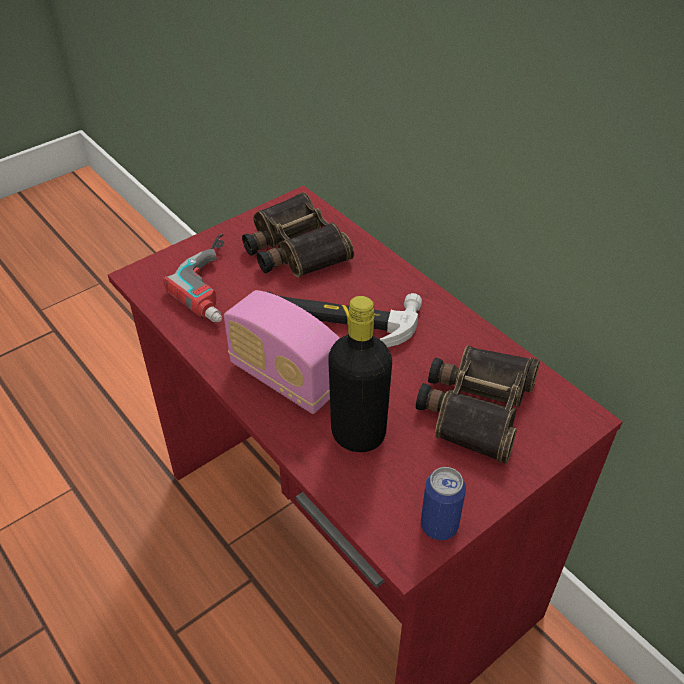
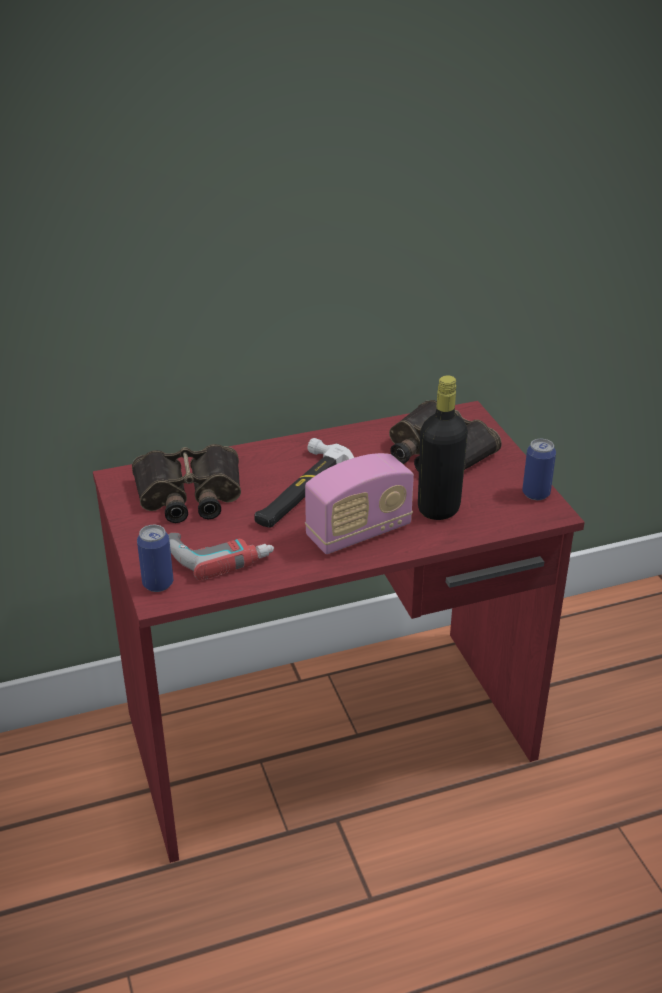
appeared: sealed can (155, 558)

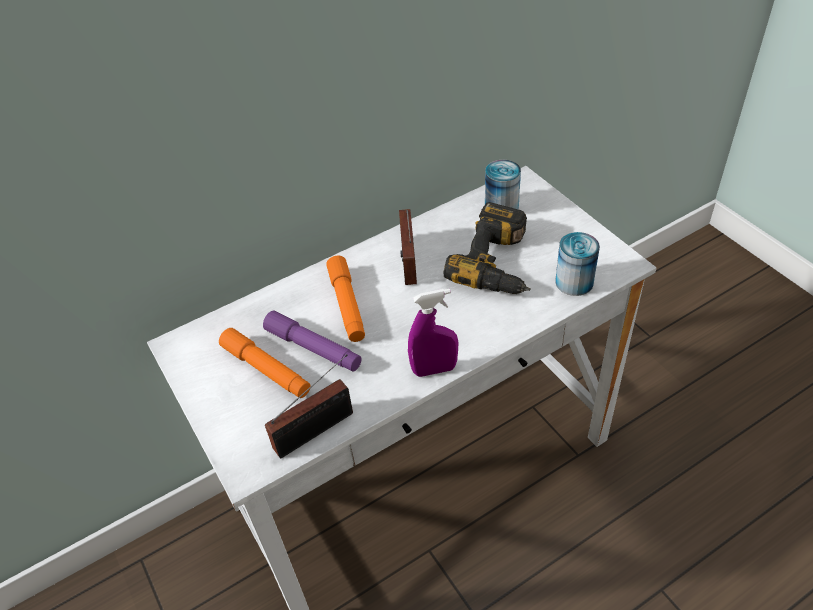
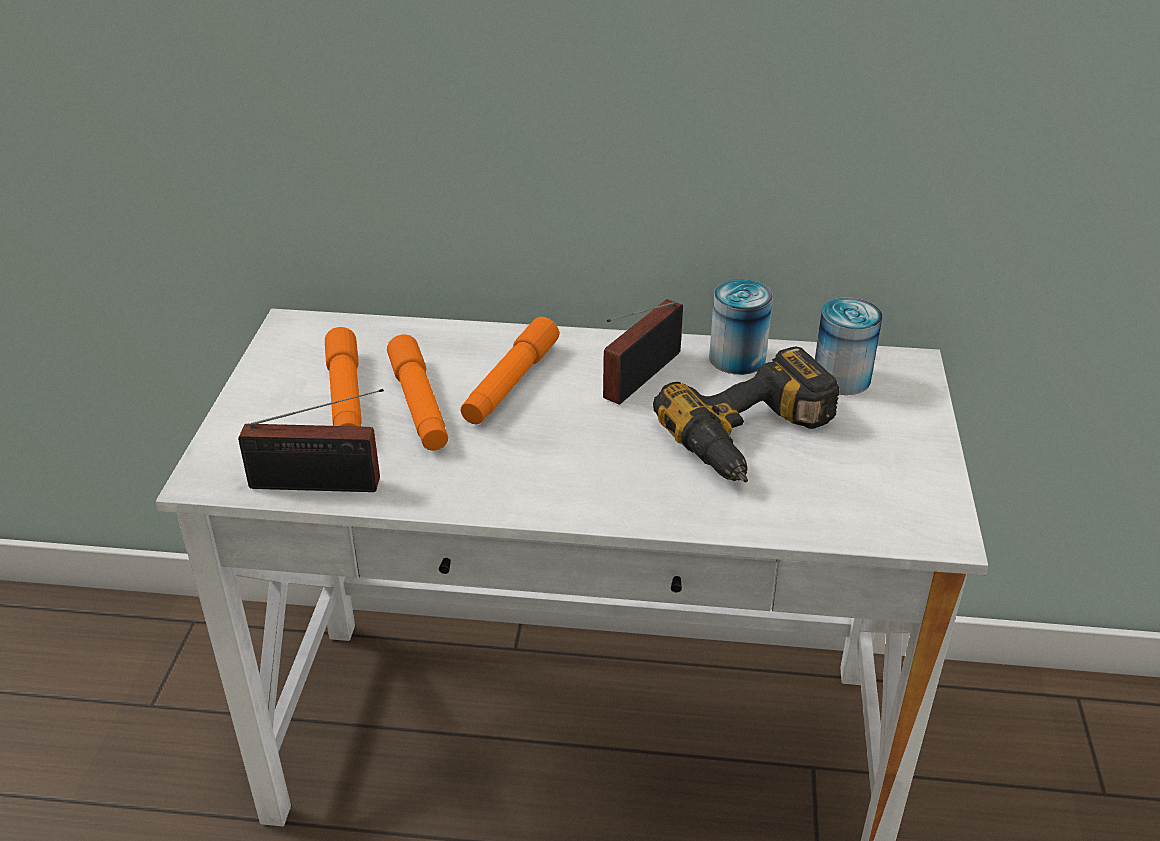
missing: purple spray bottle (433, 333)
relocated: sealed can (577, 264) to (741, 327)
colour: purple hand torch (312, 341) to orange-coloured hand torch (417, 393)

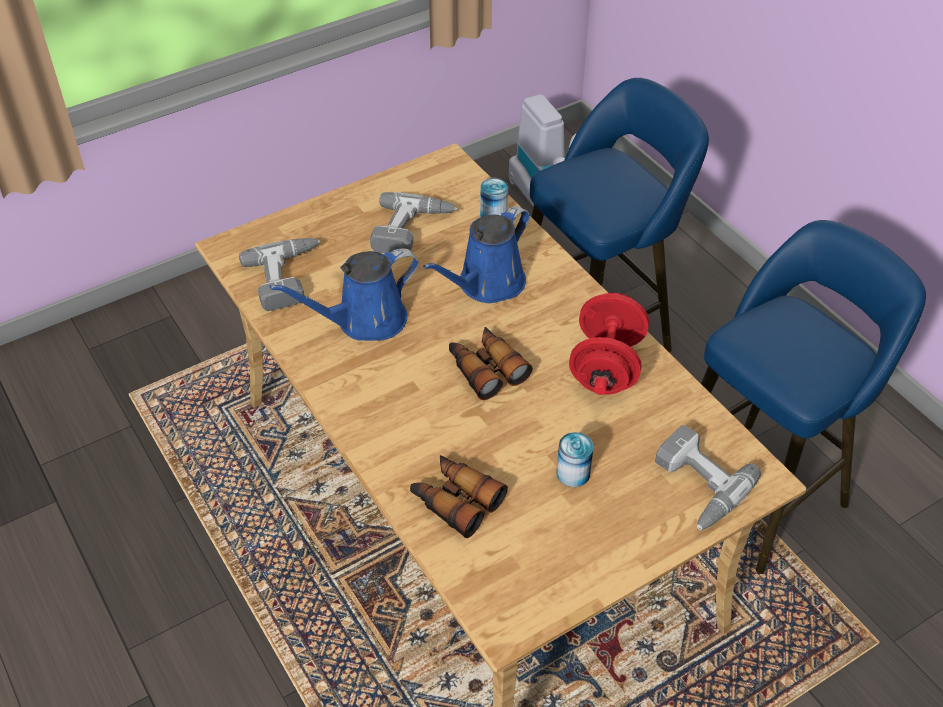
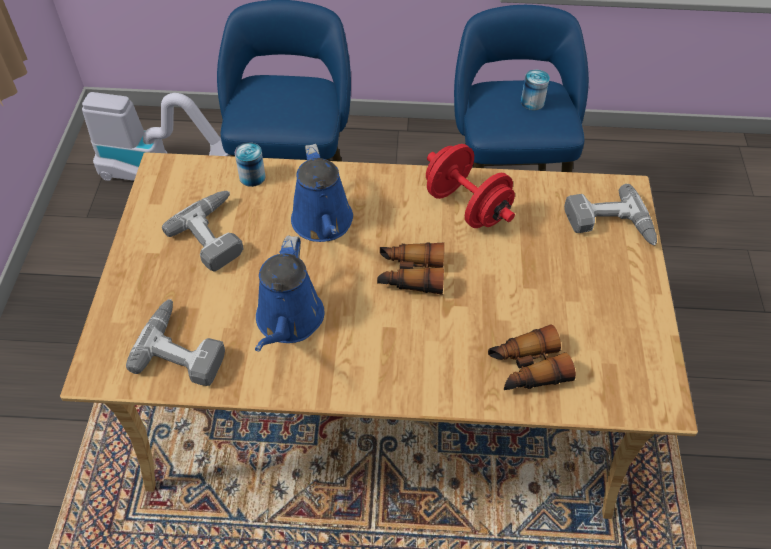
relocated: sealed can (575, 459) to (535, 90)

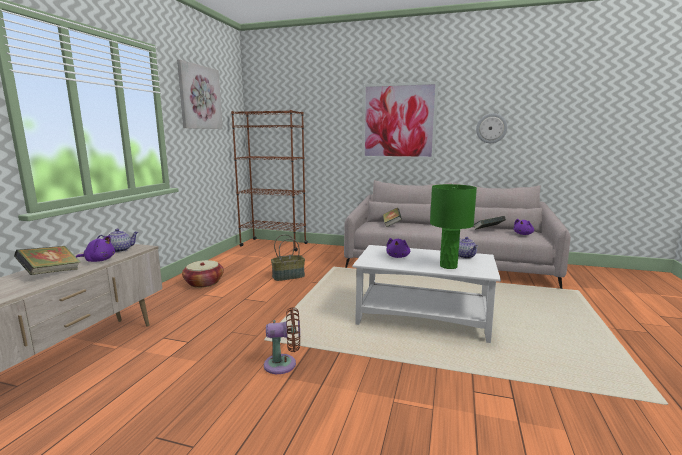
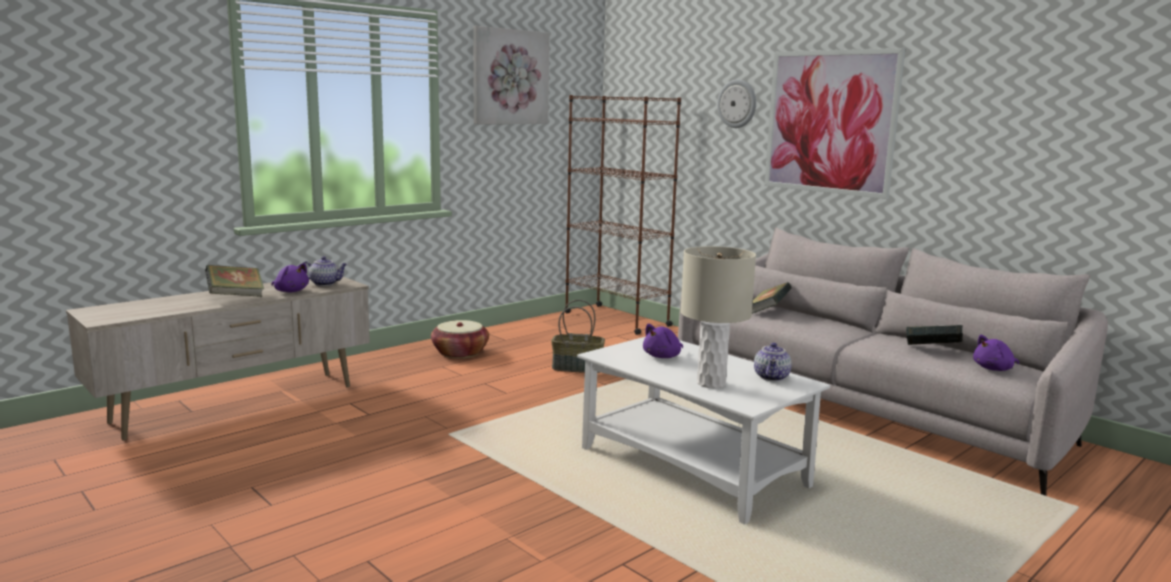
missing: brownish electric fan (282, 340)
relocated: clock on the wall (491, 128) to (736, 103)
colour: greenish lamp for a table (453, 226) to sand-coloured lamp for a table (718, 317)

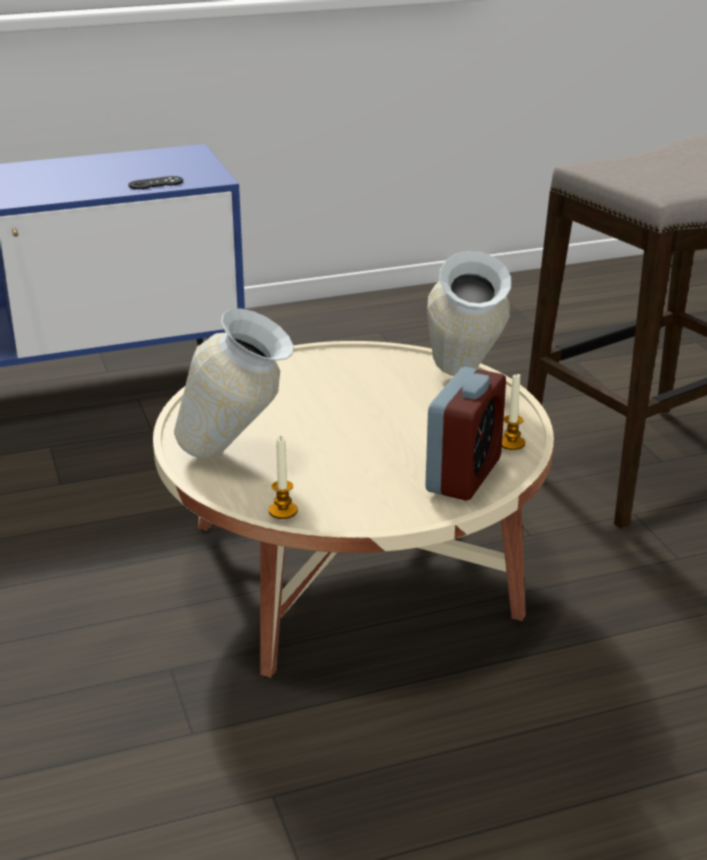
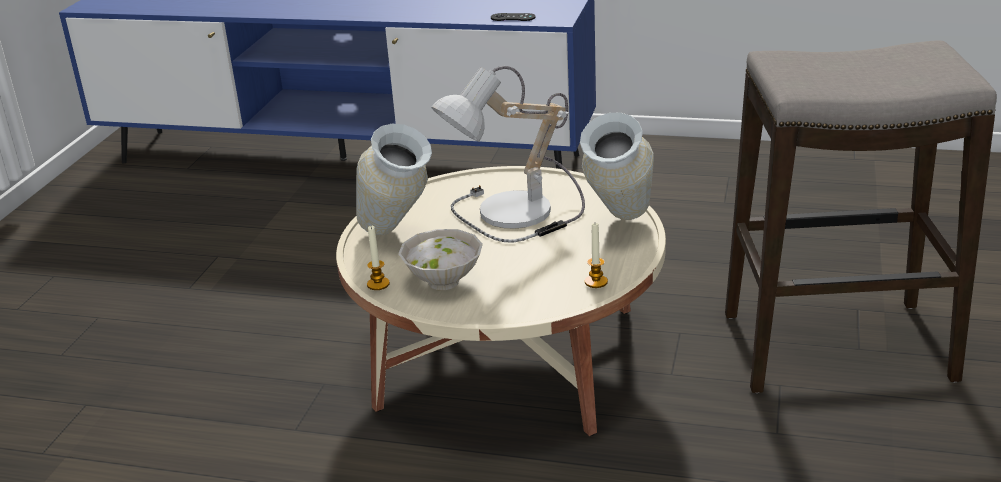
missing: bedside clock (466, 434)
appeared: lamp for a table (508, 154); white serving bowl (440, 259)

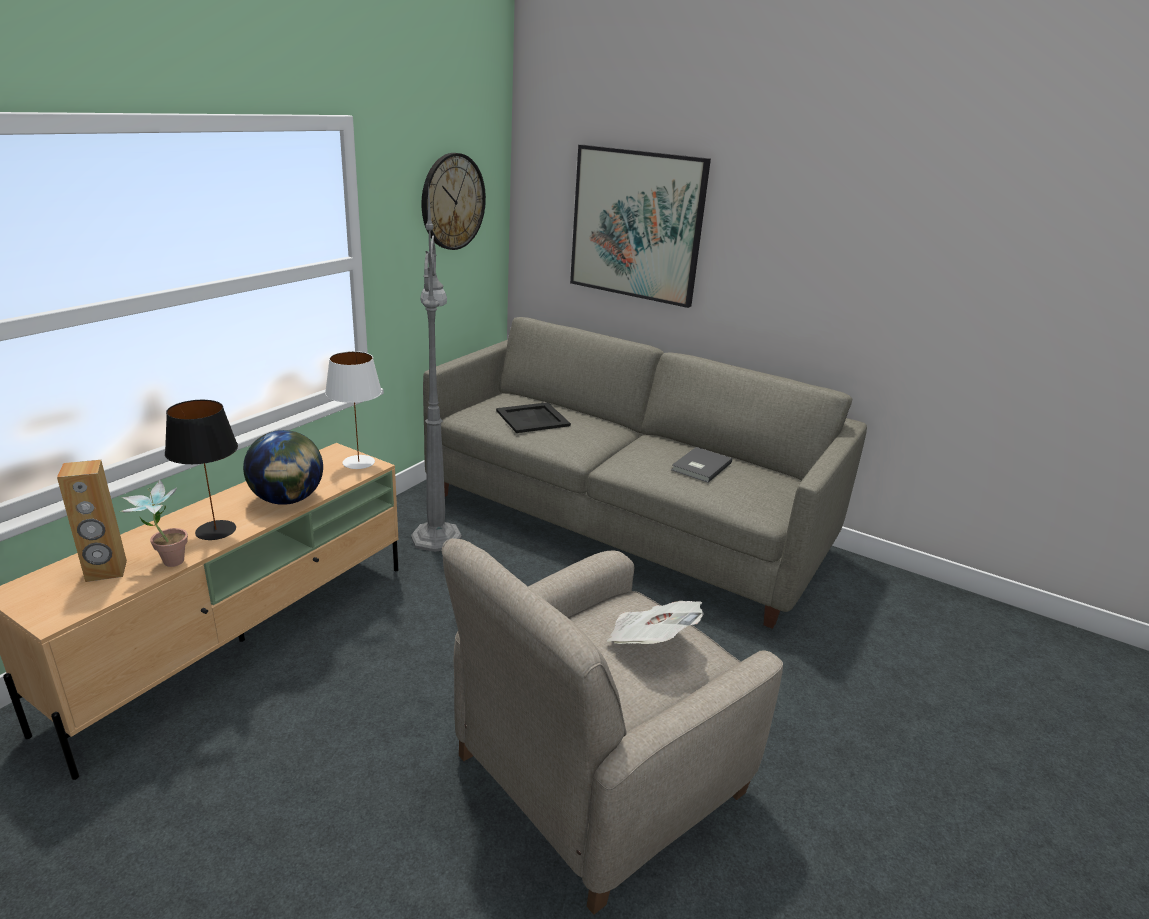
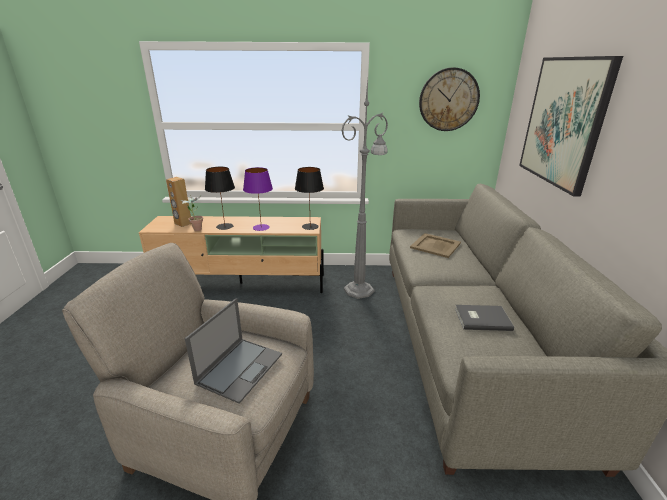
exchanged: desk globe (283, 467) to purple lamp for a table (258, 199); daily paper (654, 622) to laptop (233, 351)
colour: white lamp for a table (353, 410) to black-coloured lamp for a table (309, 198); black-coloured tray (533, 417) to sand-coloured tray (435, 245)

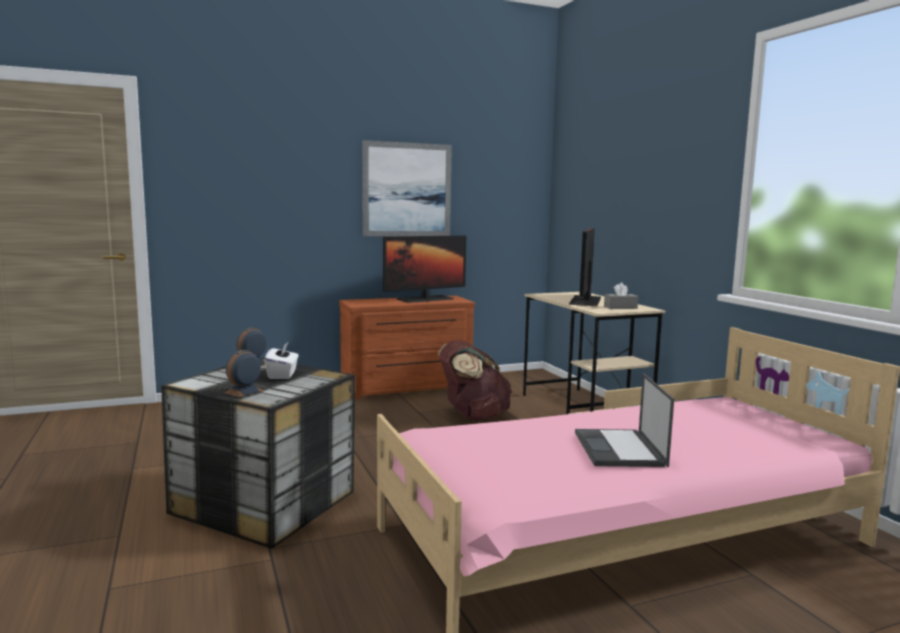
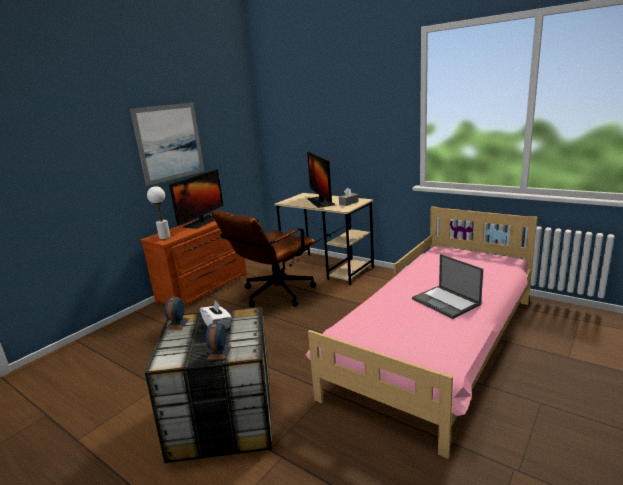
appeared: white lamp for a table (159, 212)
exchanged: brownish backpack (475, 380) to brownish desk chair (263, 258)

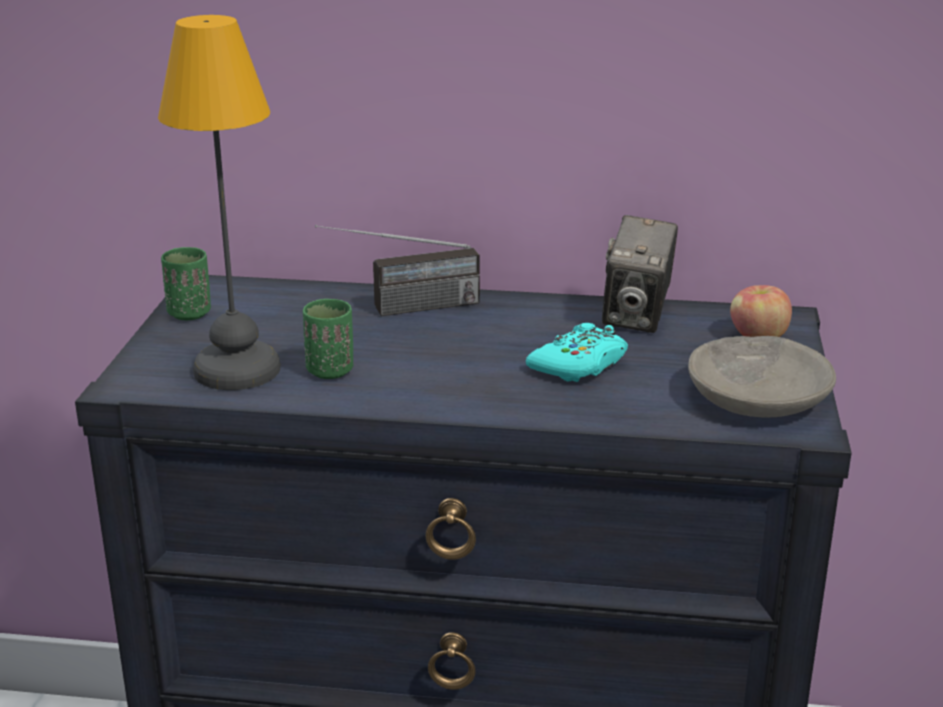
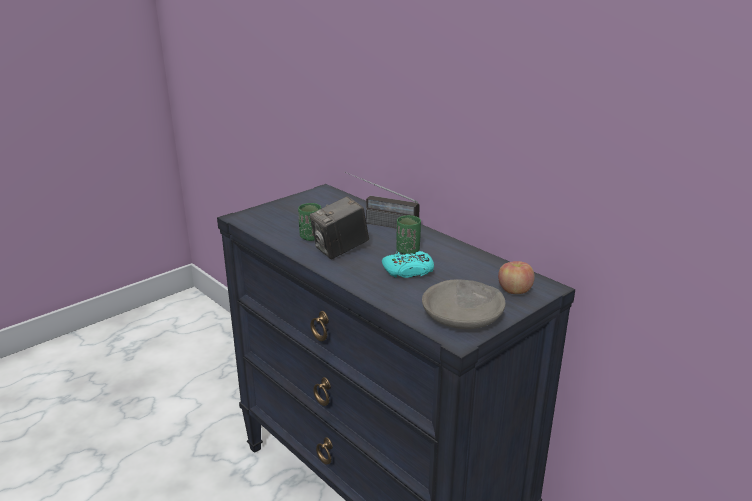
missing: lamp for a table (219, 202)
relocated: photo camera (640, 274) to (339, 227); greenish small cup (186, 283) to (408, 234)

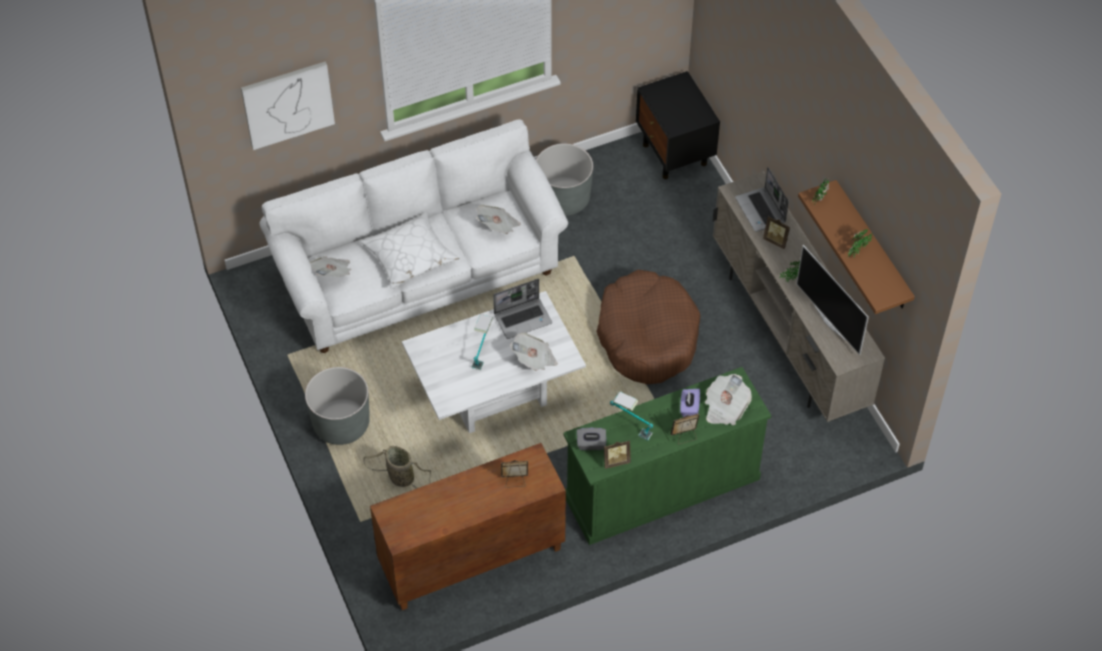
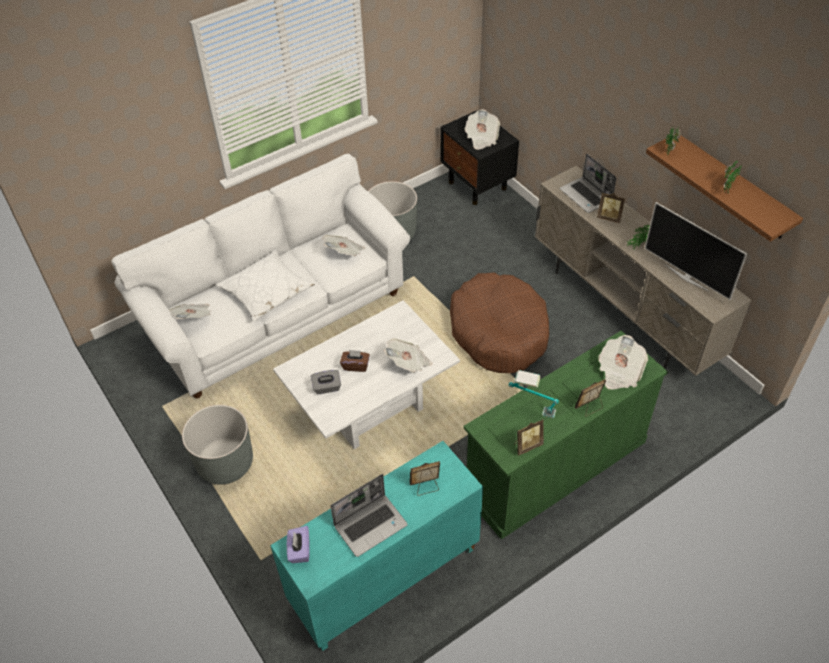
missing: picture (288, 106); storage basket (397, 467)
appeared: daily paper (482, 129)
relocated: laptop (522, 309) to (369, 515); purple tissue holder (690, 403) to (298, 544); greyish tissue holder (591, 439) to (326, 382)
exchanged: lamp for a table (482, 342) to brownish tissue holder (355, 361)
colour: brownish cabinet (468, 526) to blue-green cabinet (376, 546)

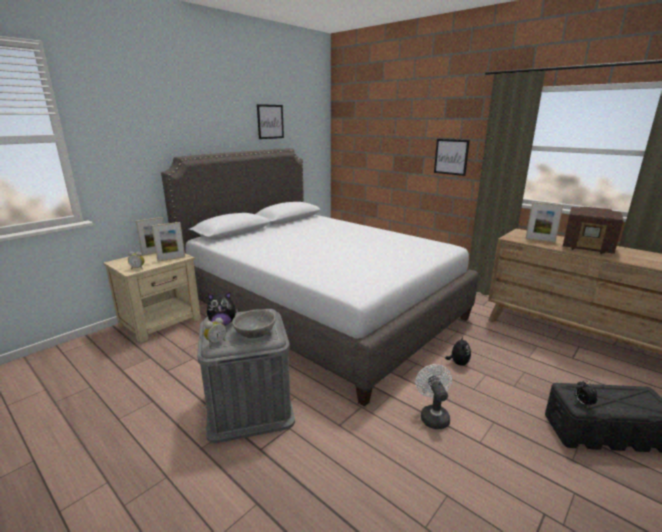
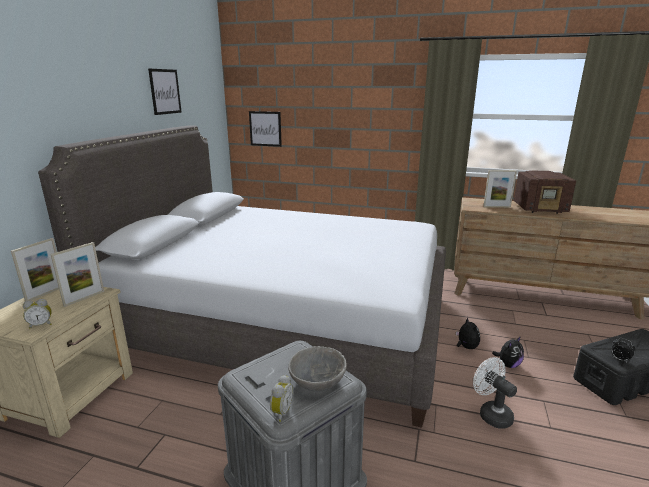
relocated: picture (452, 157) to (265, 129); plush toy (222, 309) to (508, 352)

